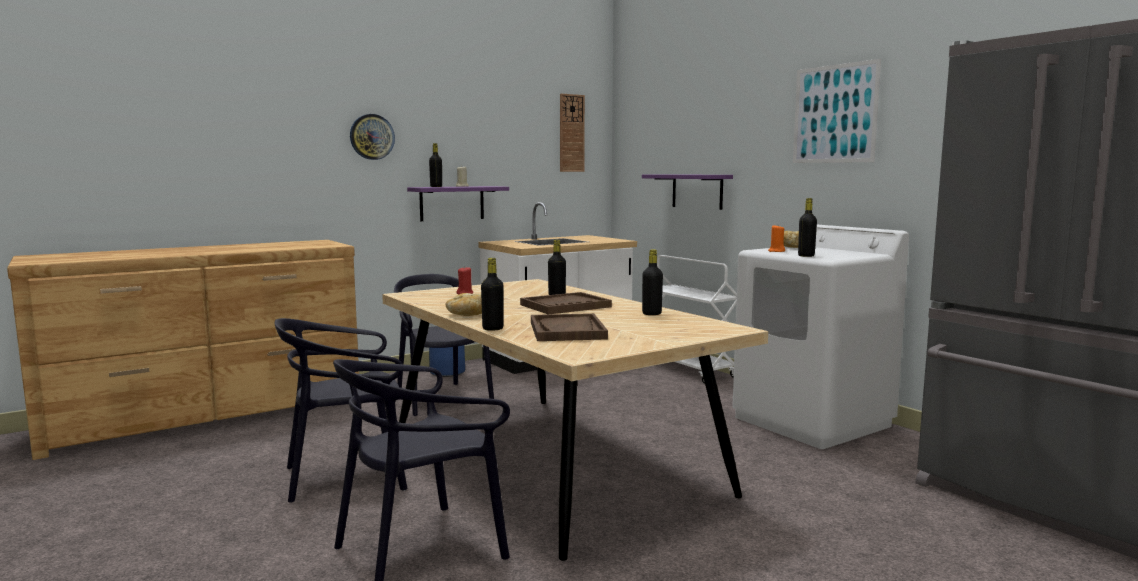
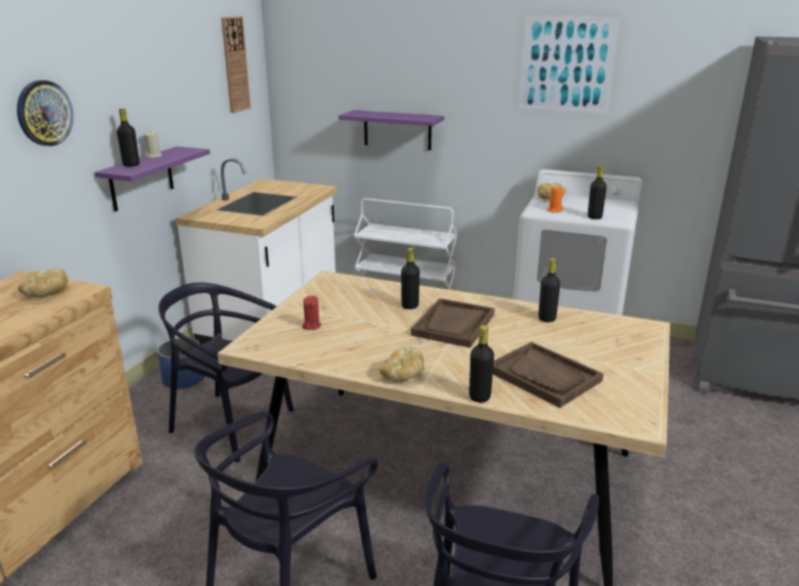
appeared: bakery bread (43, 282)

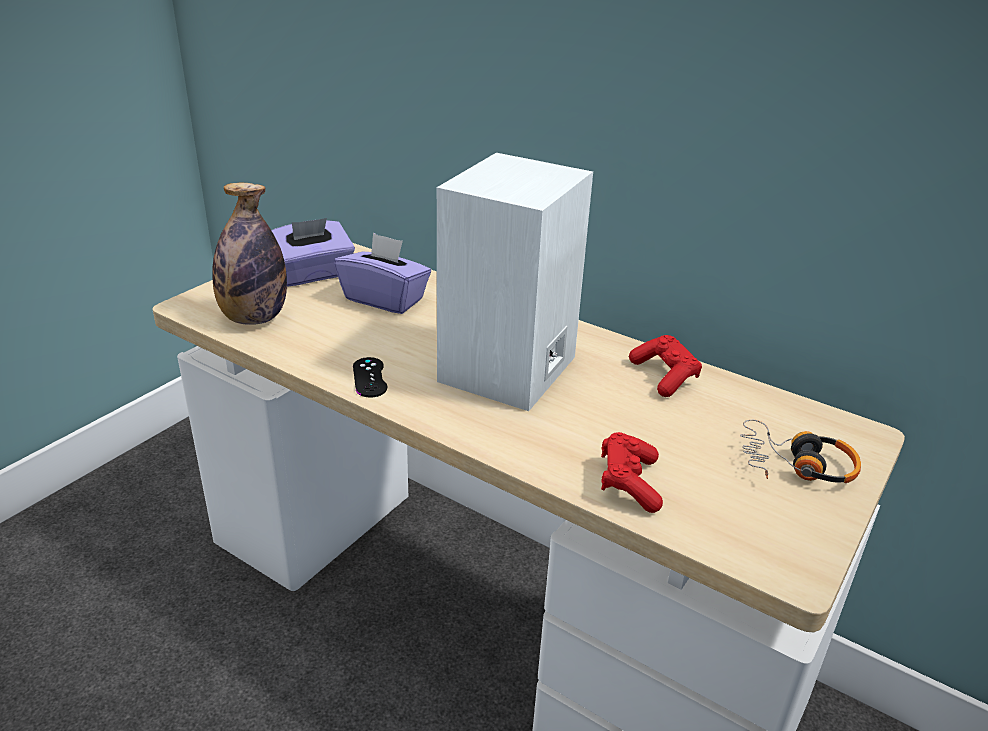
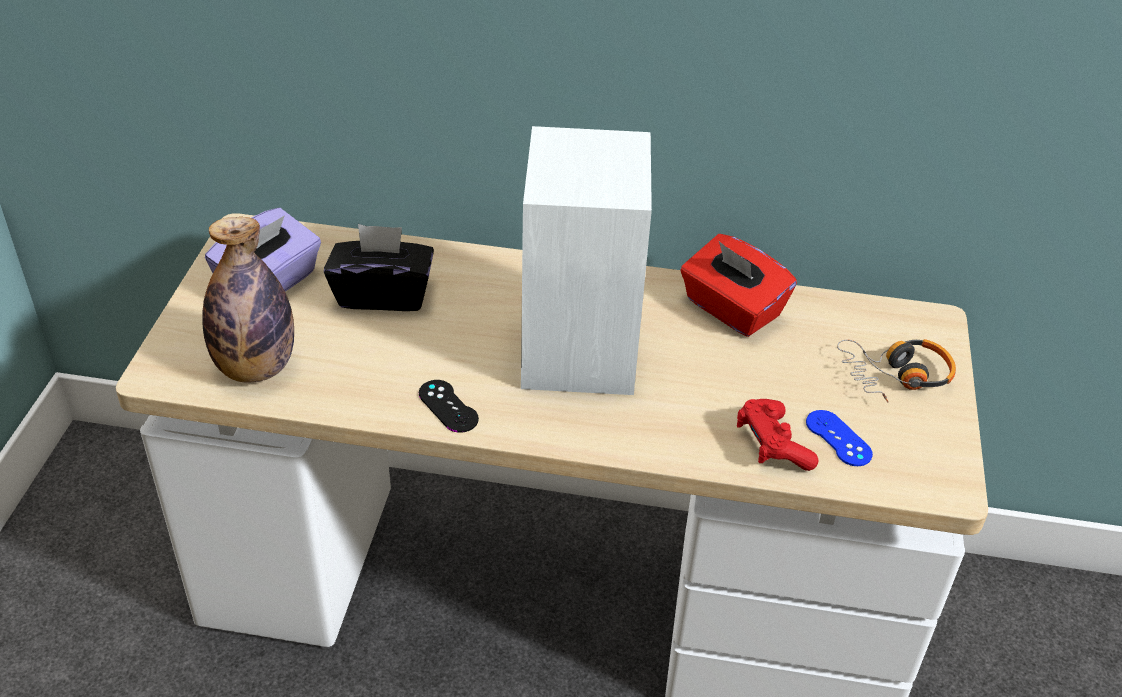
appeared: blue game controller (839, 438)
exchanged: reddish game controller (665, 366) to reddish tissue holder (738, 285)
colour: purple tissue holder (382, 273) to black-coloured tissue holder (379, 267)

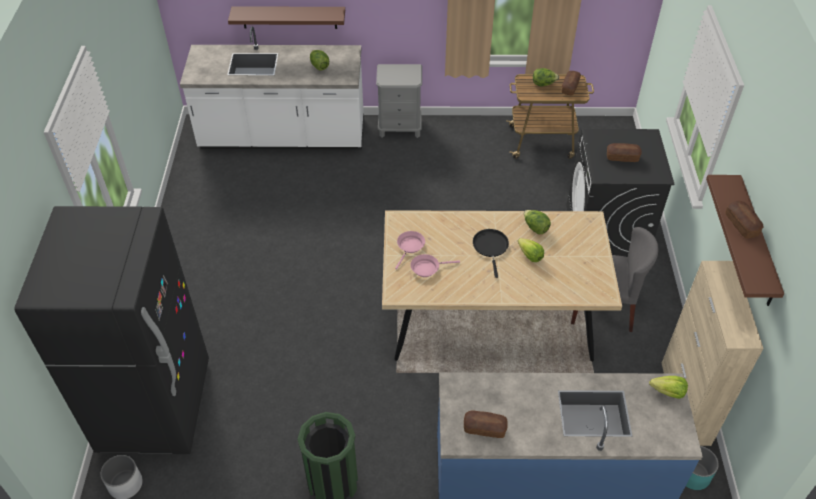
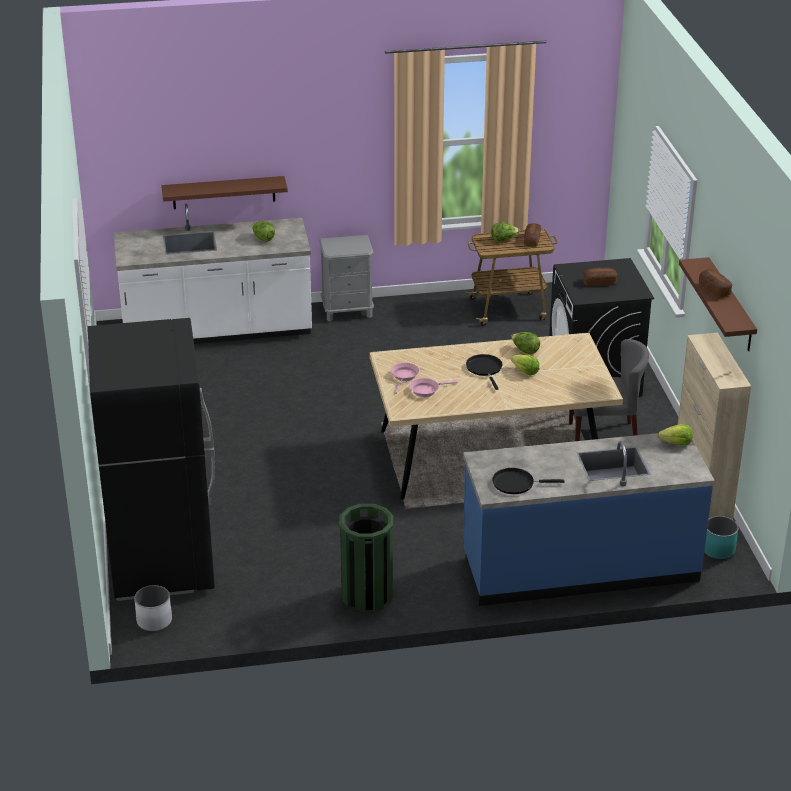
exchanged: bakery bread (486, 424) to black-coloured pan (528, 481)

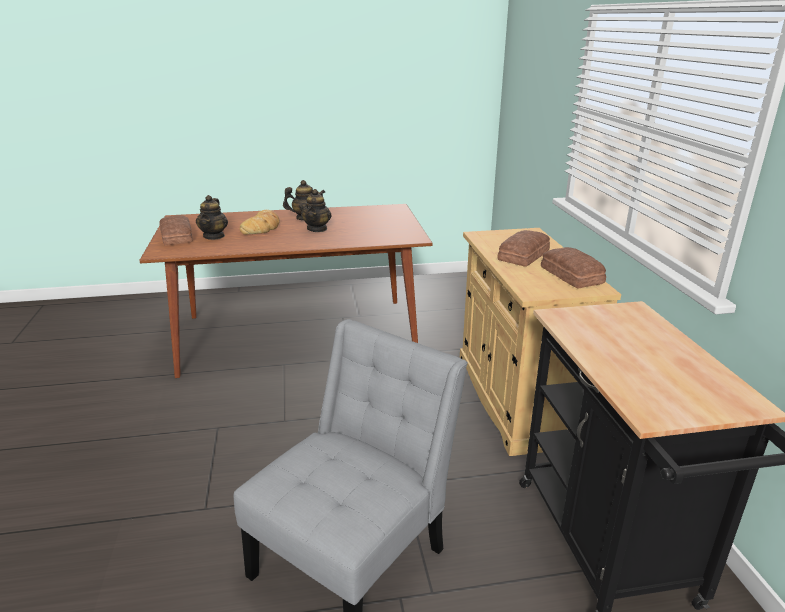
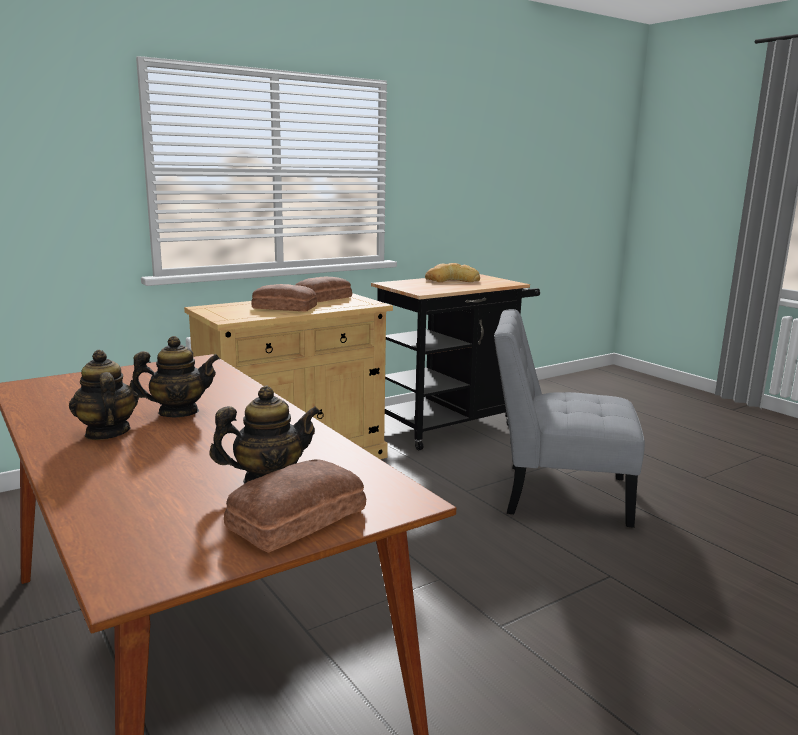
relocated: bakery bread (260, 222) to (452, 272)

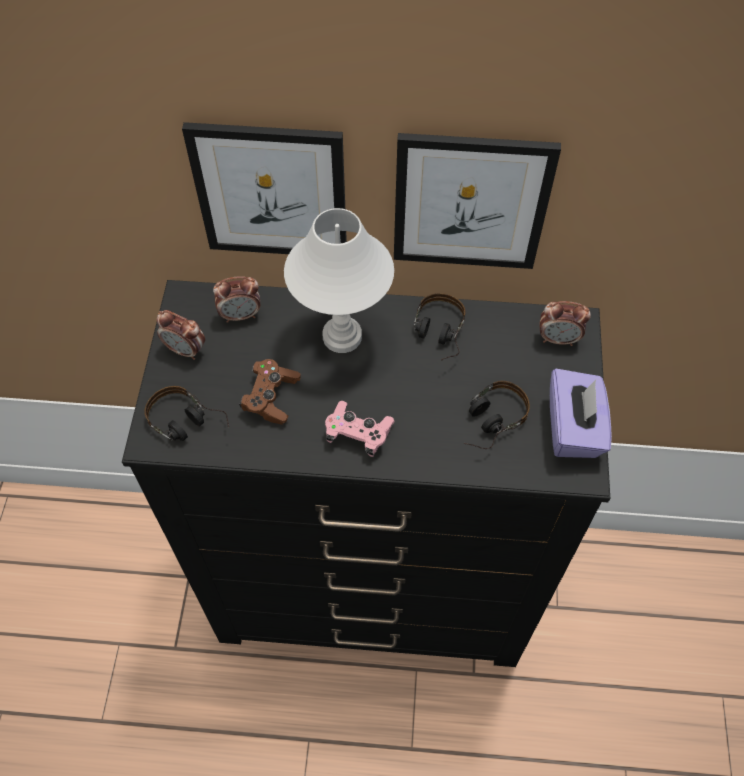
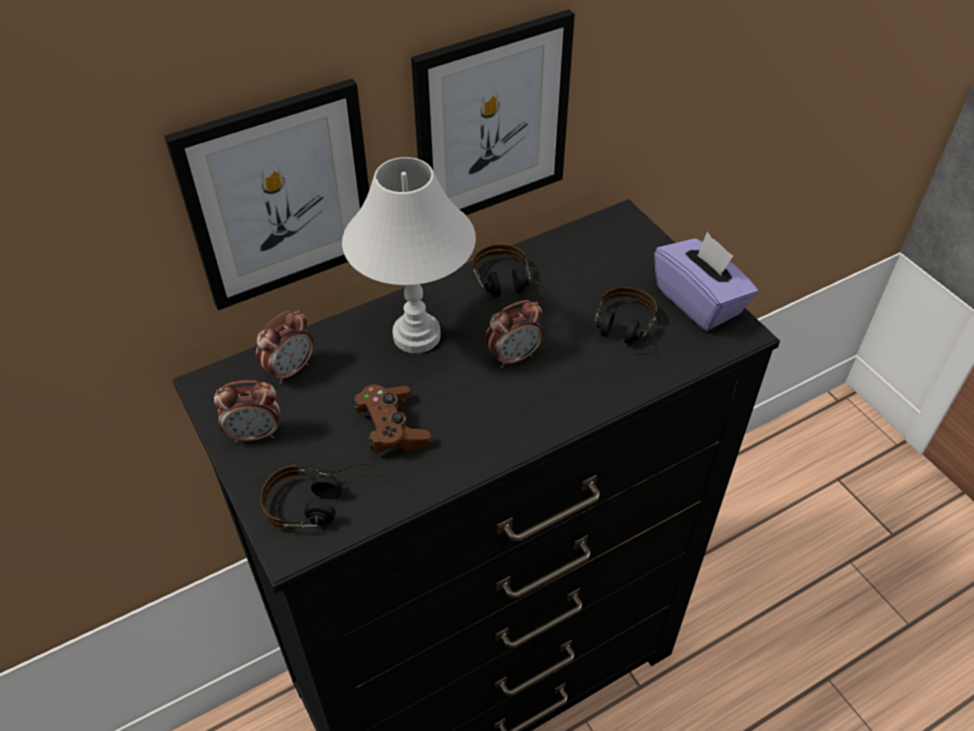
missing: pinkish game controller (360, 429)
relocated: bedside clock (565, 323) to (514, 334)

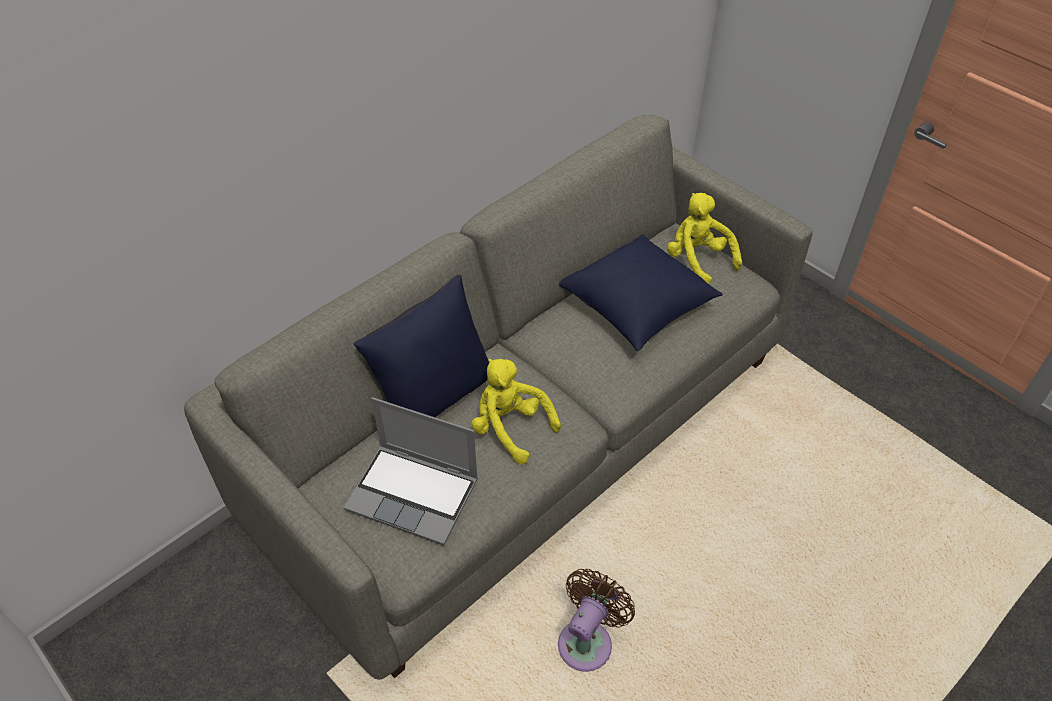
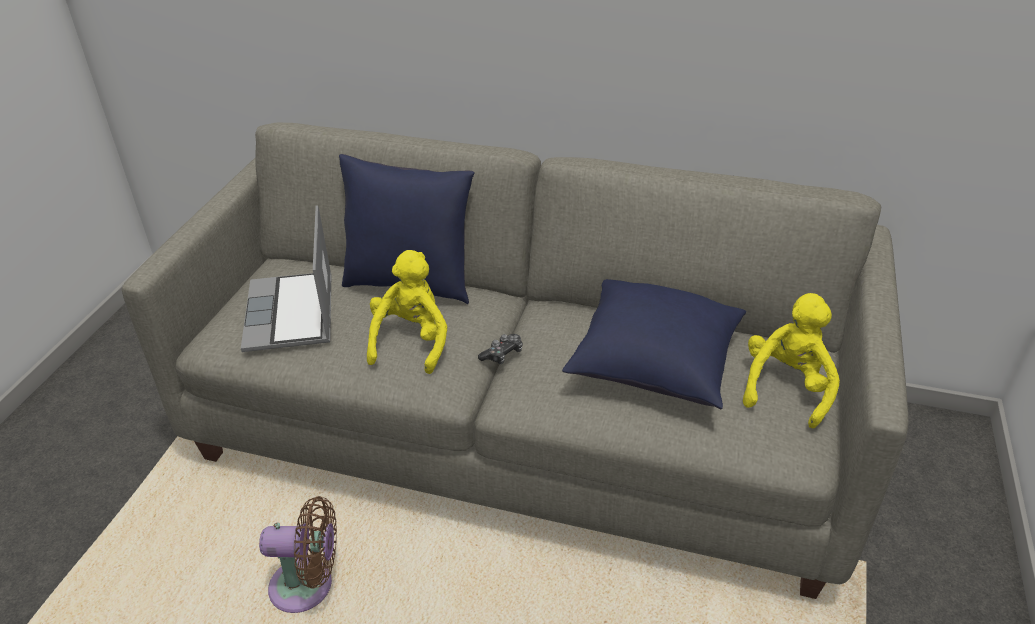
appeared: game controller (500, 349)

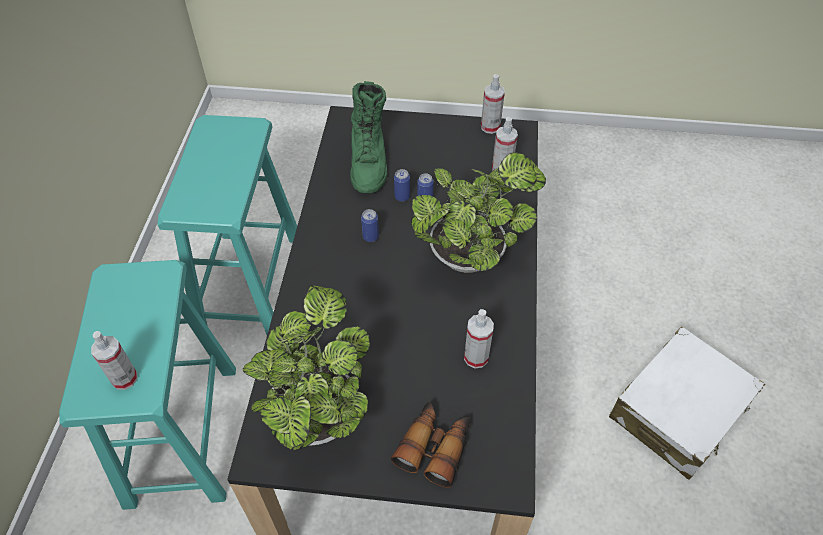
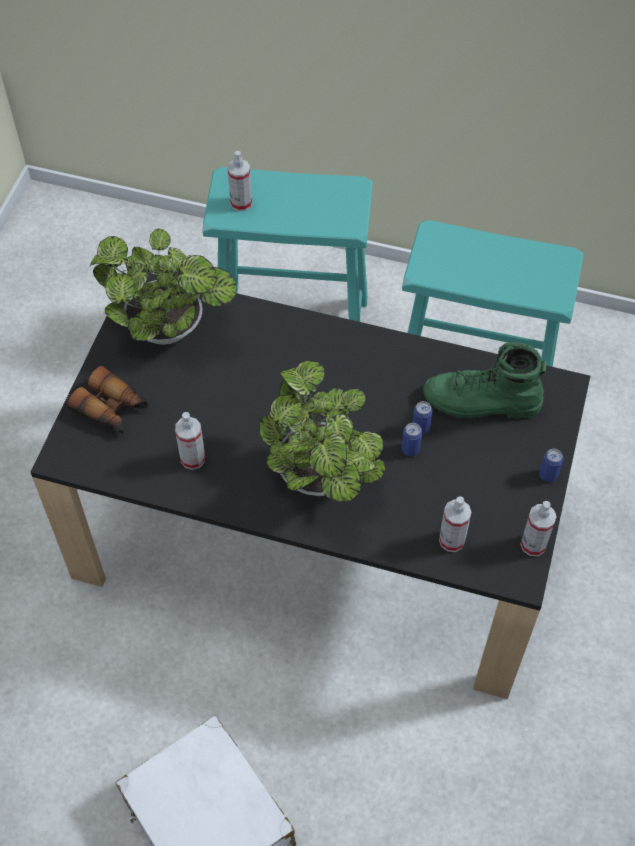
relocated: sealed can (370, 225) to (551, 465)

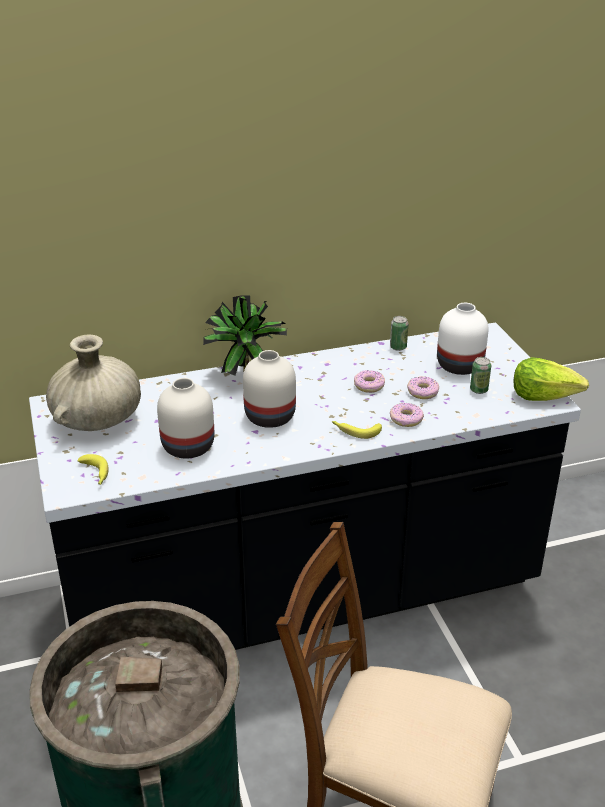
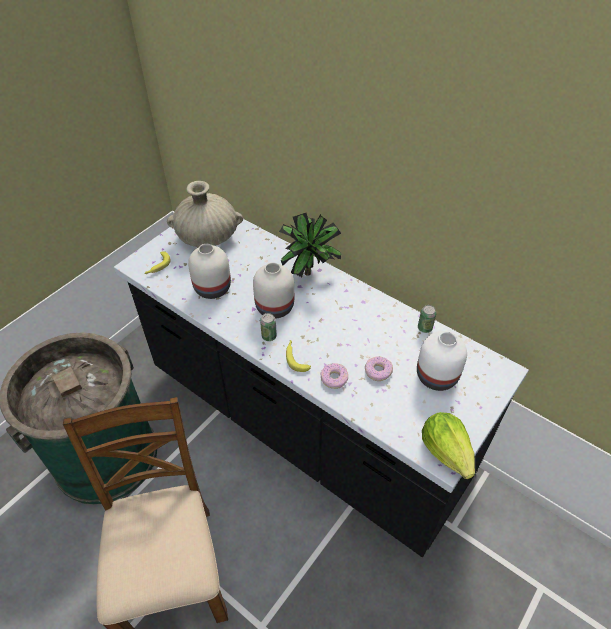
missing: donut (369, 381)
relocated: sealed can (480, 375) to (268, 327)

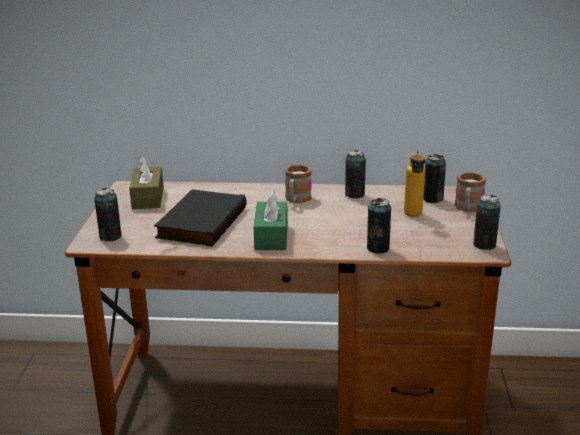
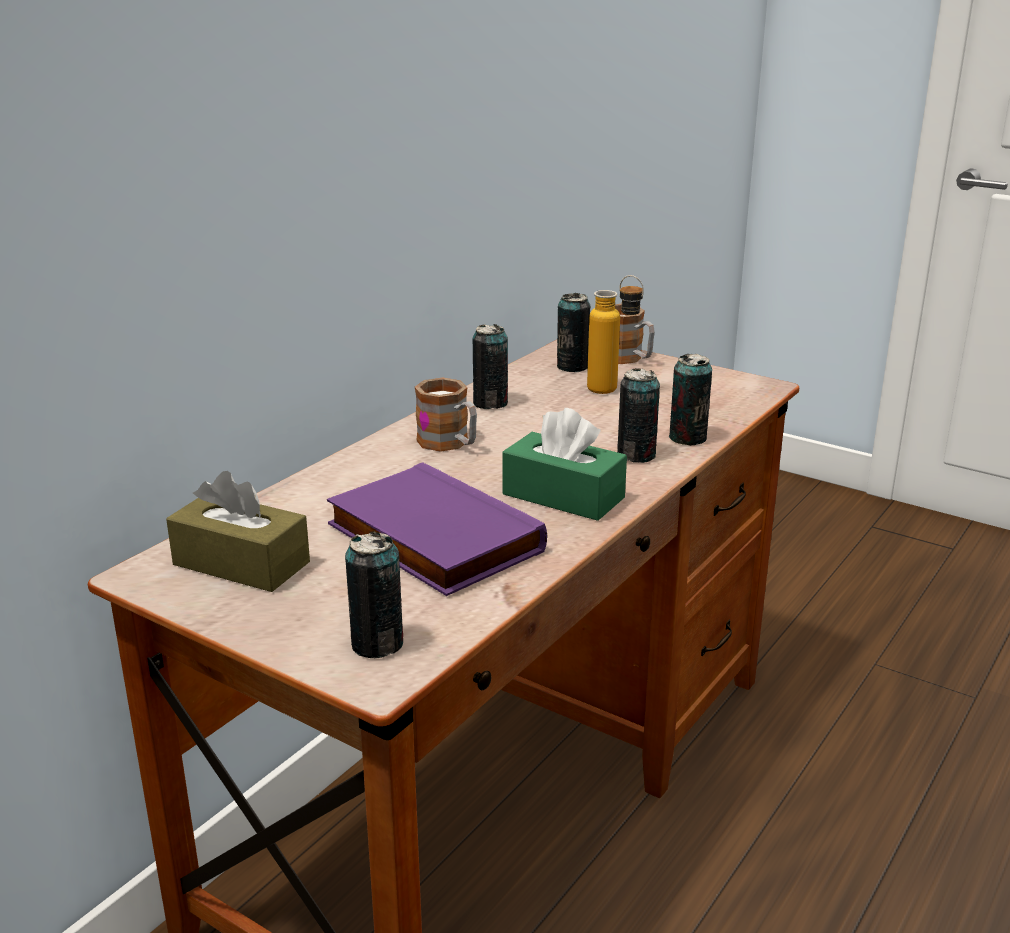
relocated: sealed can (487, 222) to (638, 415)
colour: black-coloured book (200, 217) to purple book (437, 529)

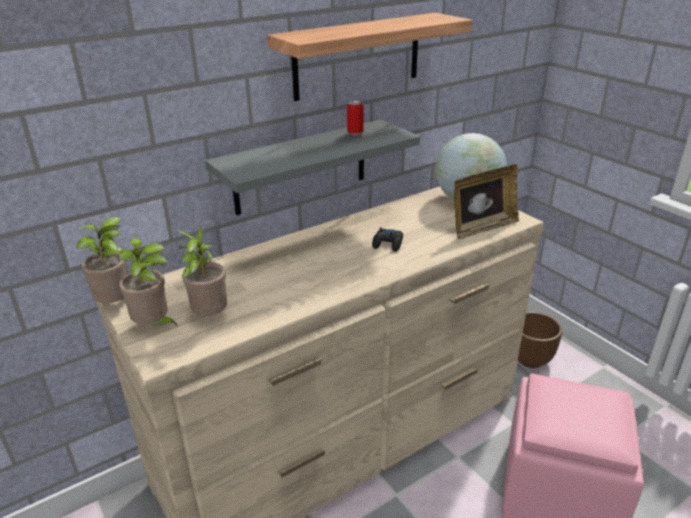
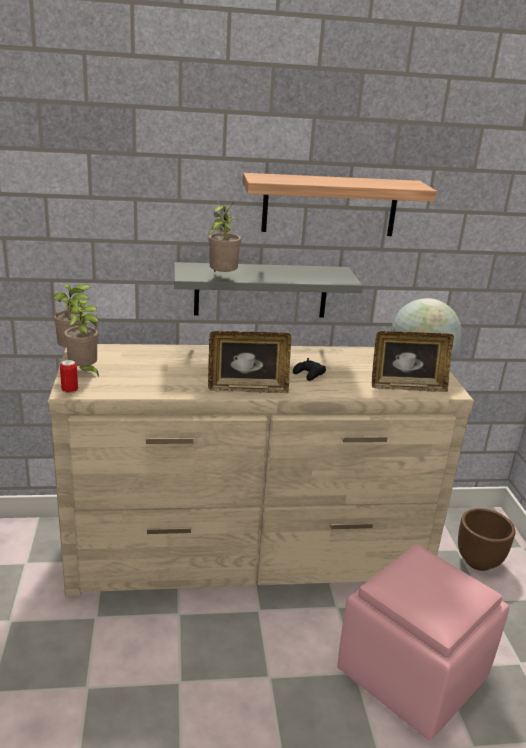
appeared: photo frame (249, 362)
relocated: sealed can (355, 118) to (69, 376); plant in a pot (202, 271) to (224, 237)

